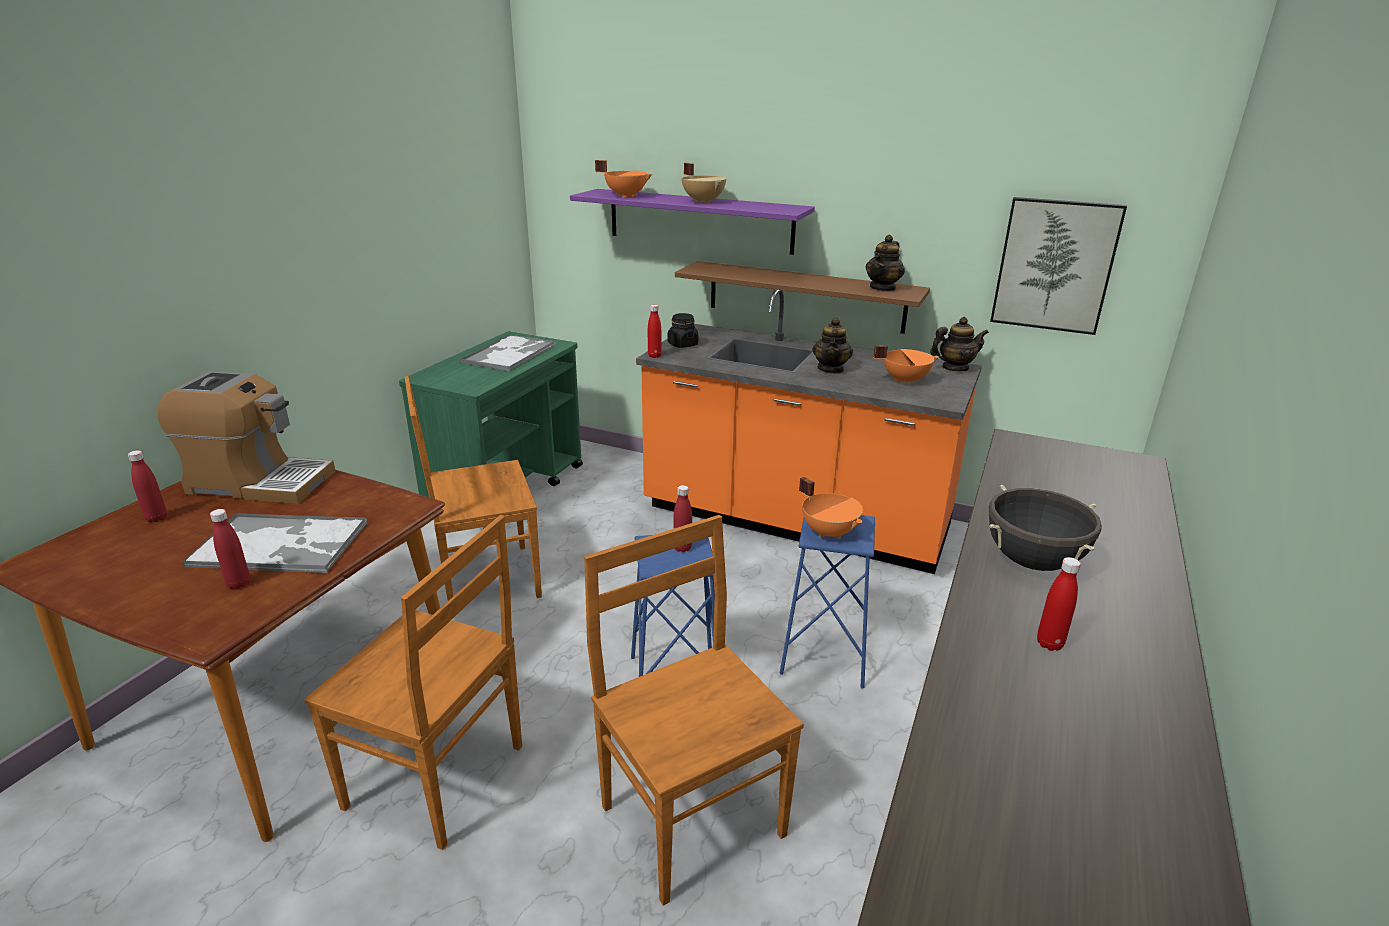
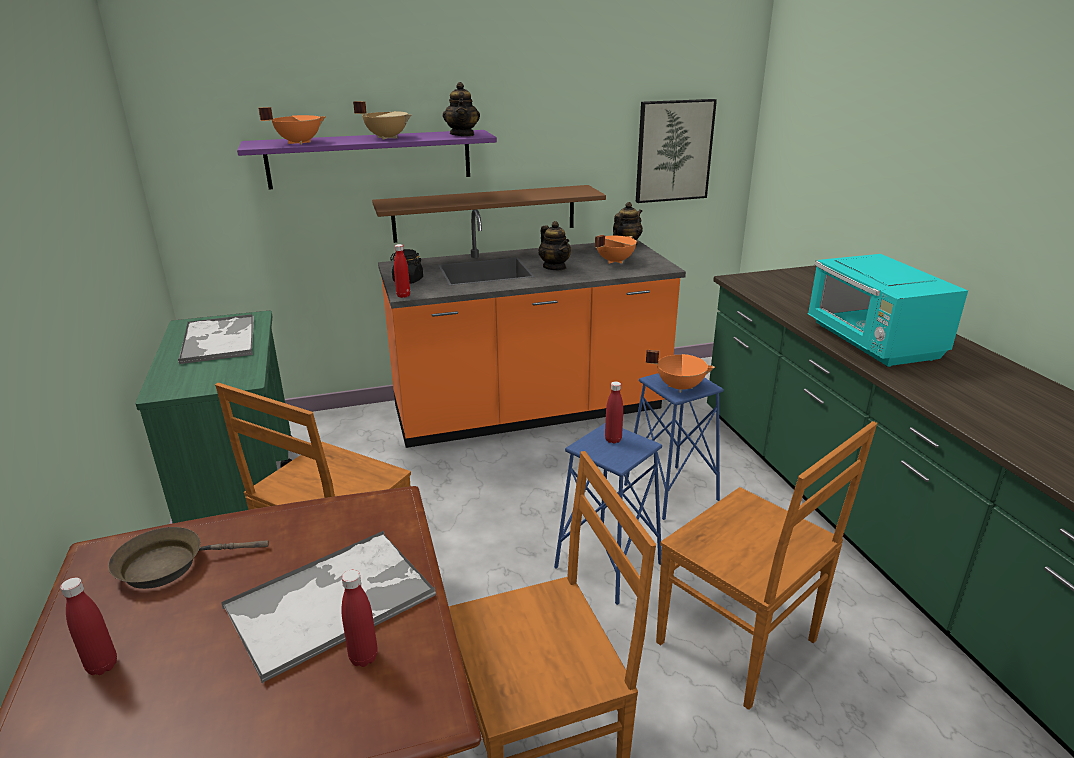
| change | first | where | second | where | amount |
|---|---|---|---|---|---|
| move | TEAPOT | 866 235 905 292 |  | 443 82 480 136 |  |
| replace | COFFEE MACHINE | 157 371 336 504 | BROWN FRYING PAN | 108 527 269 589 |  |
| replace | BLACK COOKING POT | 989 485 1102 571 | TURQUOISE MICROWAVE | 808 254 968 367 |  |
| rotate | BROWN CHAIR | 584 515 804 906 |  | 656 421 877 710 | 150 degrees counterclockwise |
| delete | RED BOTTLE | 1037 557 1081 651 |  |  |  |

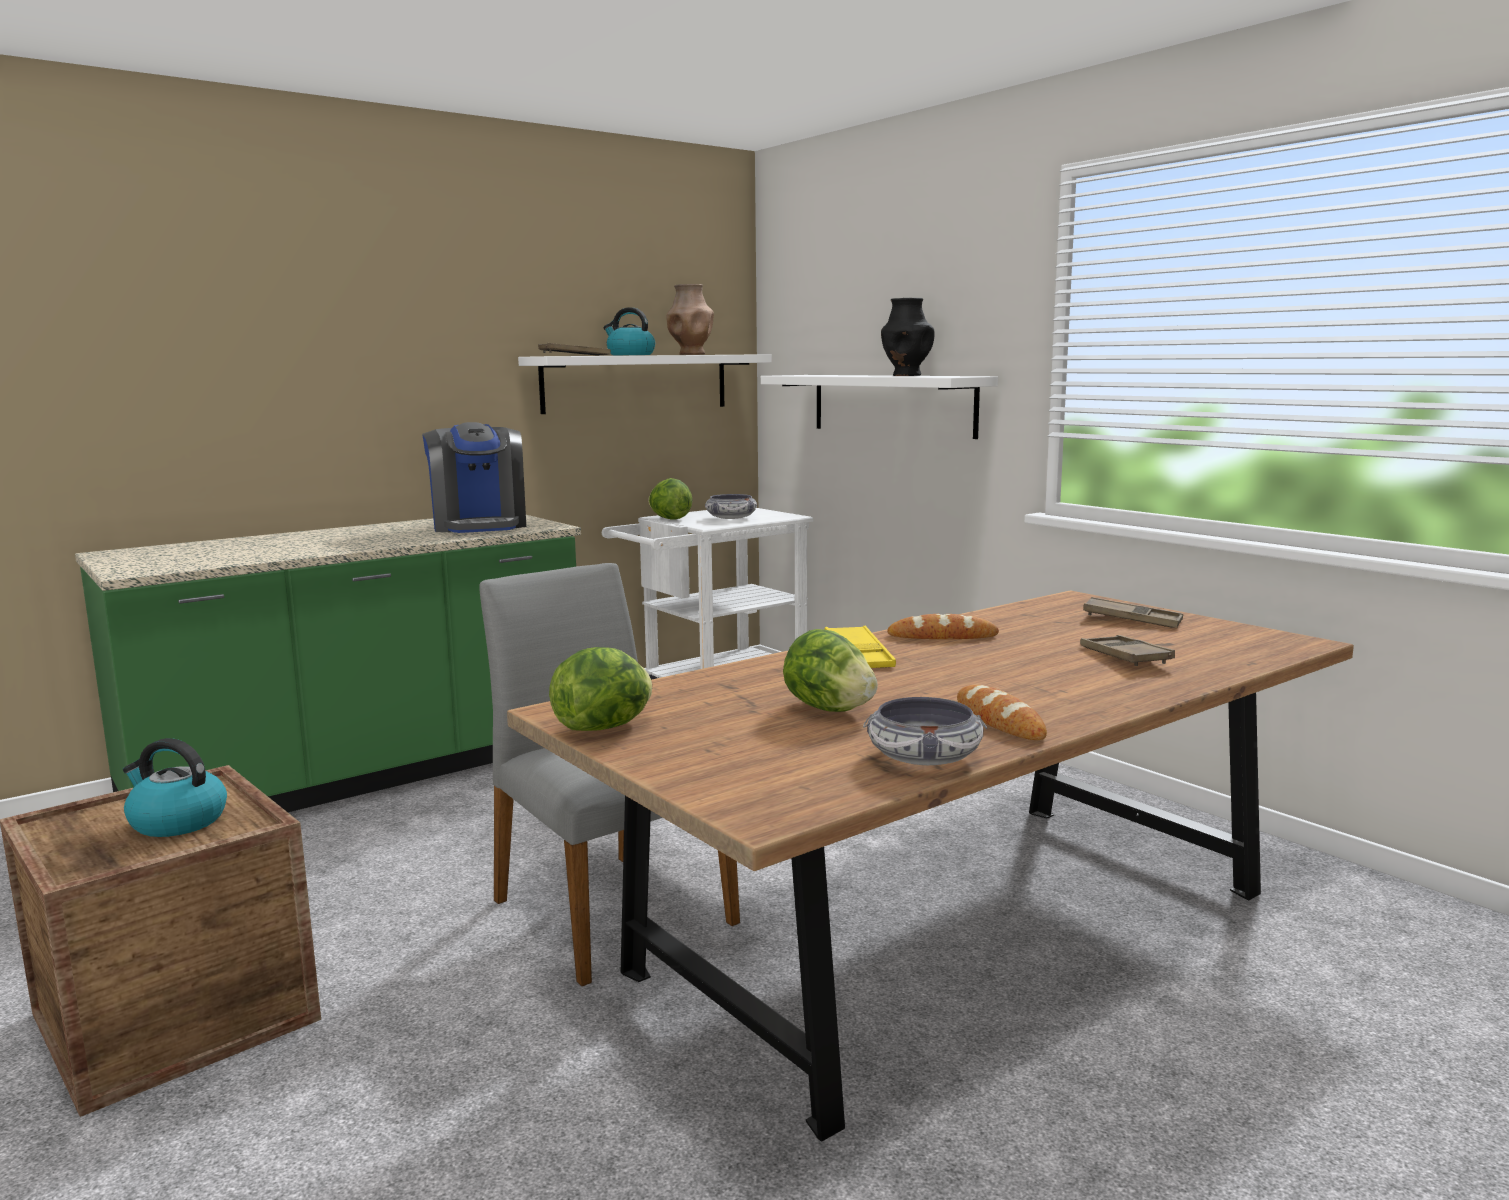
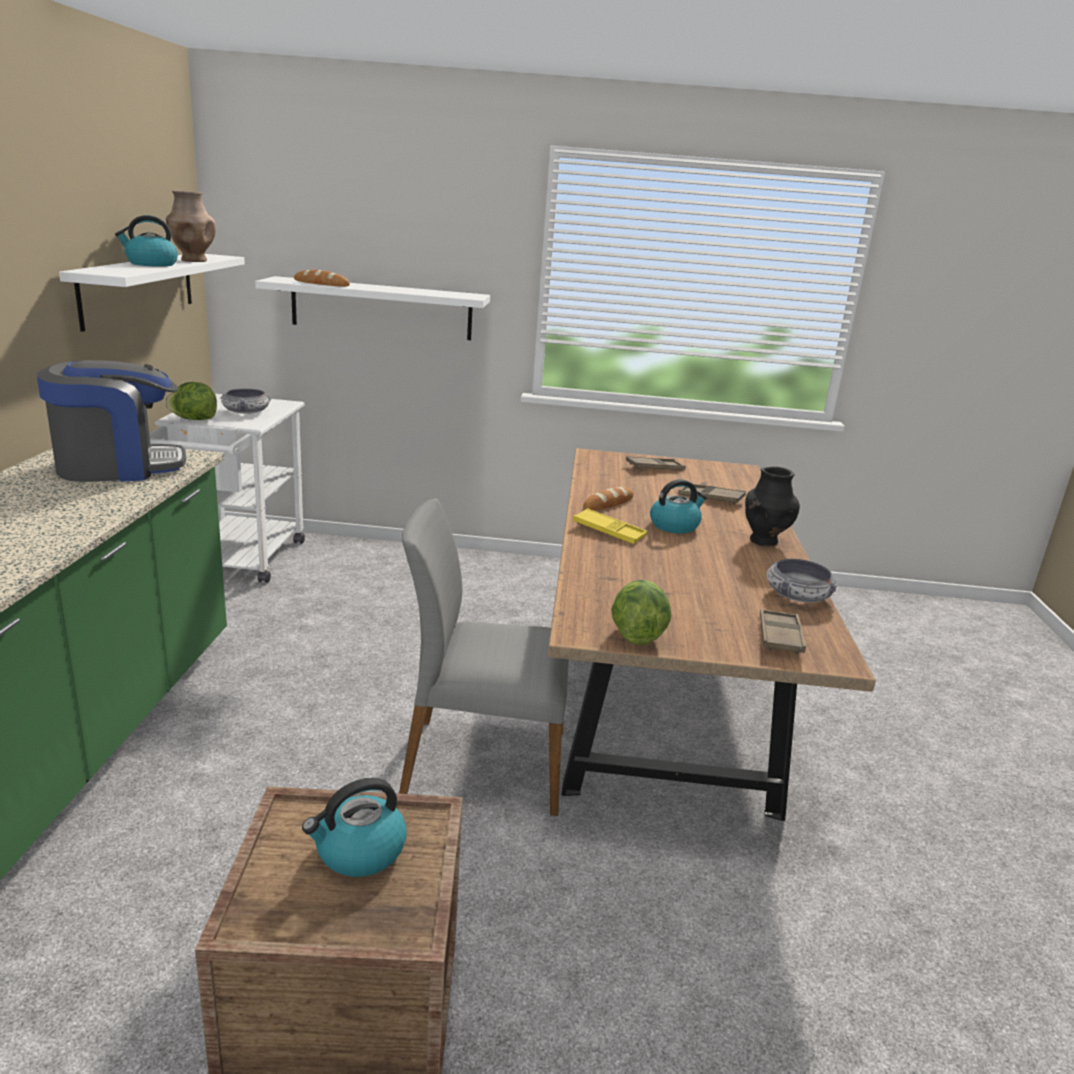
| change | first | where | second | where | amount |
|---|---|---|---|---|---|
| move | BLACK VASE | 881 298 934 376 |  | 745 466 800 546 |  |
| move | BROWN TRAY | 538 343 611 356 |  | 760 609 806 655 |  |
| rotate | COFFEE MACHINE | 422 422 526 533 |  | 37 360 186 482 | 45 degrees counterclockwise |
| delete | LETTUCE | 783 629 878 712 |  |  |  |
| move | BREAD | 957 685 1047 740 |  | 294 270 350 287 |  |
| insert |  |  | KETTLE | 650 479 707 534 |  |

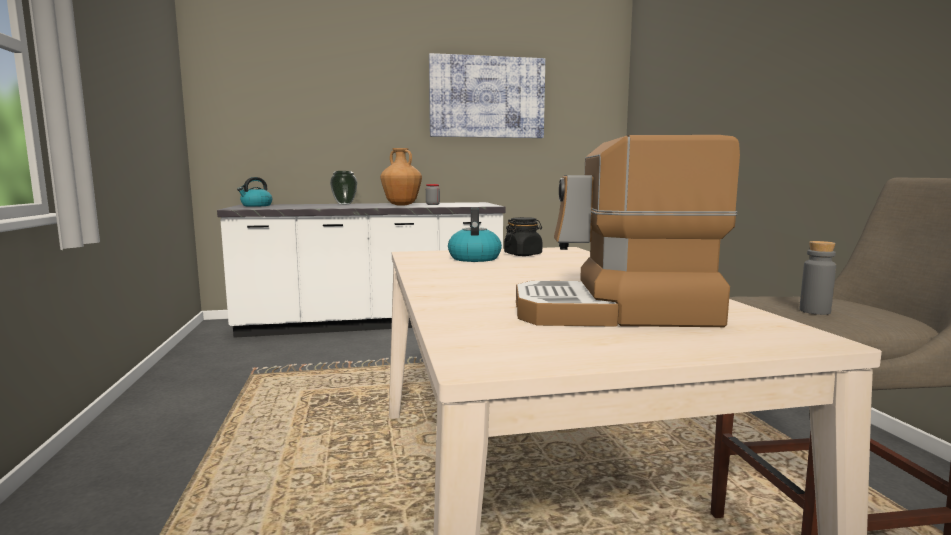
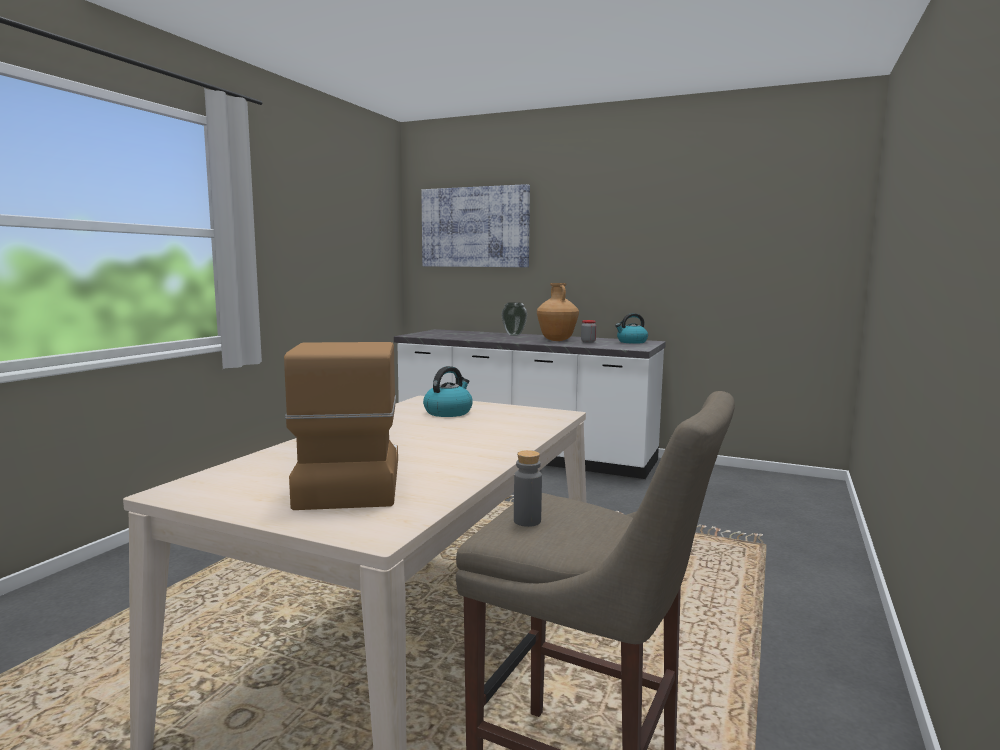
| change | first | where | second | where | amount |
|---|---|---|---|---|---|
| move | PICTURE | 429 53 545 138 |  | 421 184 530 267 |  |
| rotate | COFFEE MACHINE | 516 135 740 327 |  | 284 342 398 510 | 45 degrees clockwise |
| move | KETTLE | 237 177 272 207 |  | 615 313 648 344 |  |
| delete | BLACK JAR | 504 217 542 256 |  |  |  |

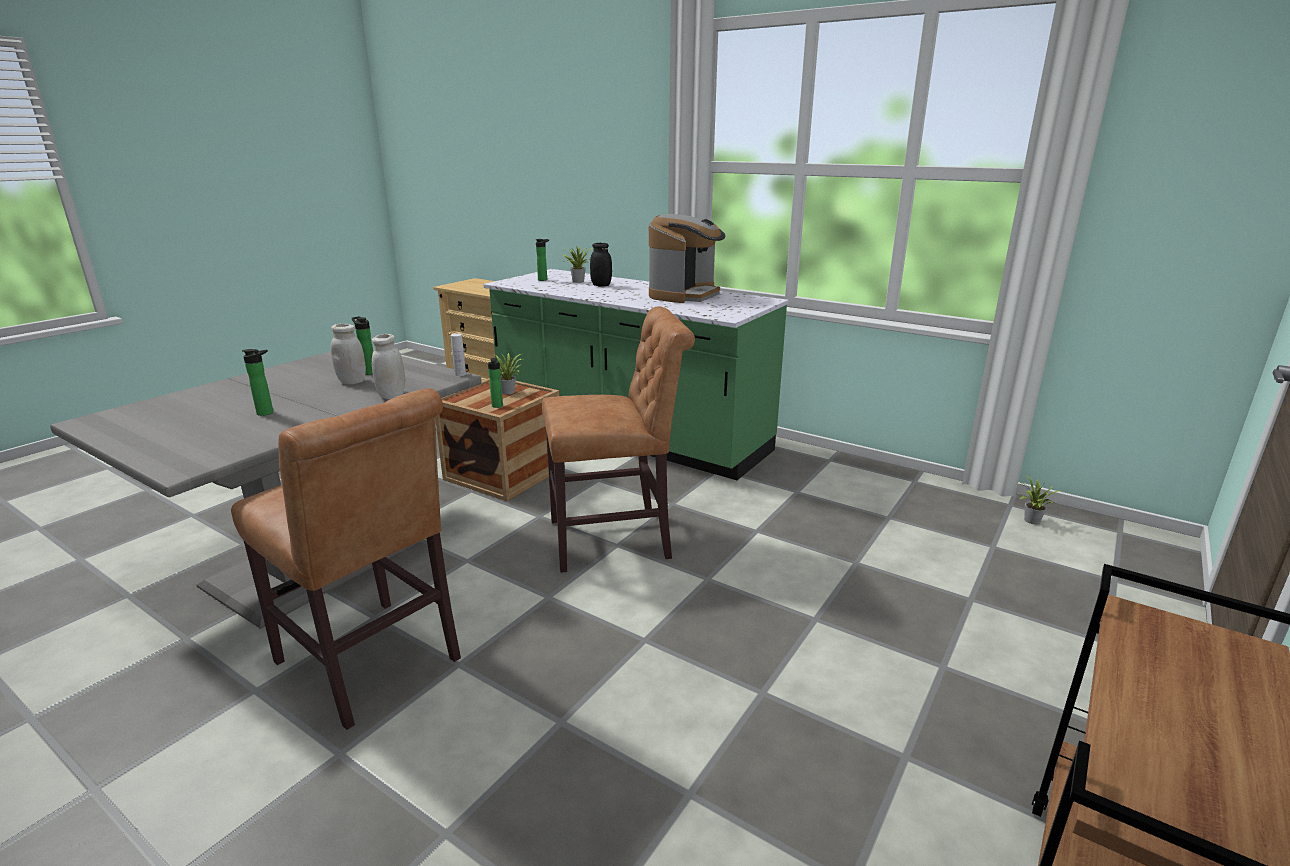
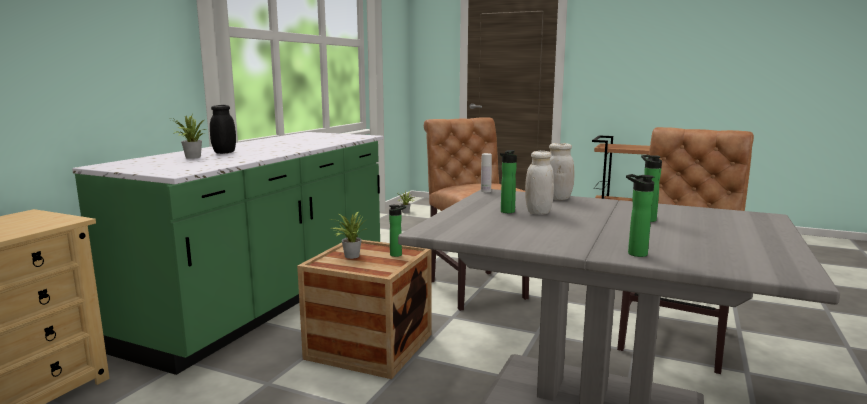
| change | first | where | second | where | amount |
|---|---|---|---|---|---|
| delete | COFFEE MACHINE | 649 214 725 303 |  |  |  |
| move | BOTTLE | 536 239 549 281 |  | 626 174 655 257 |  |

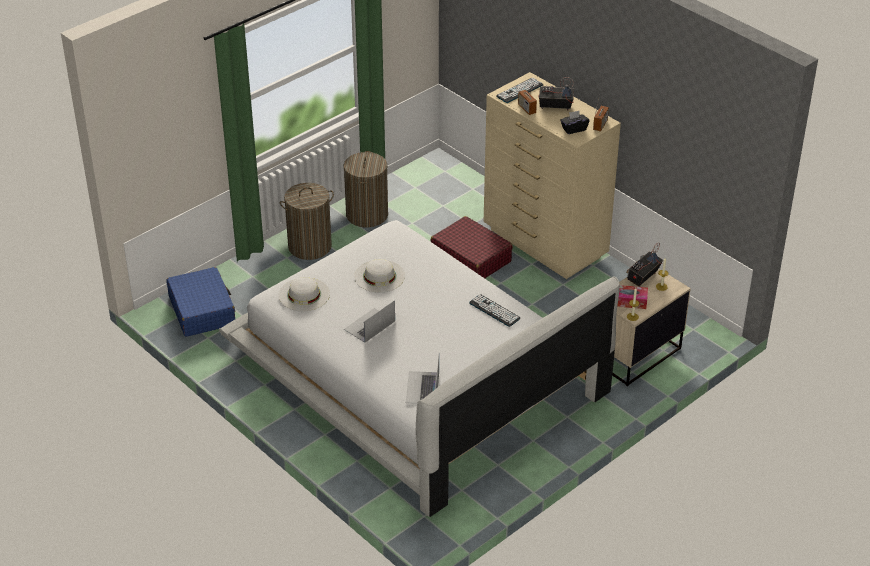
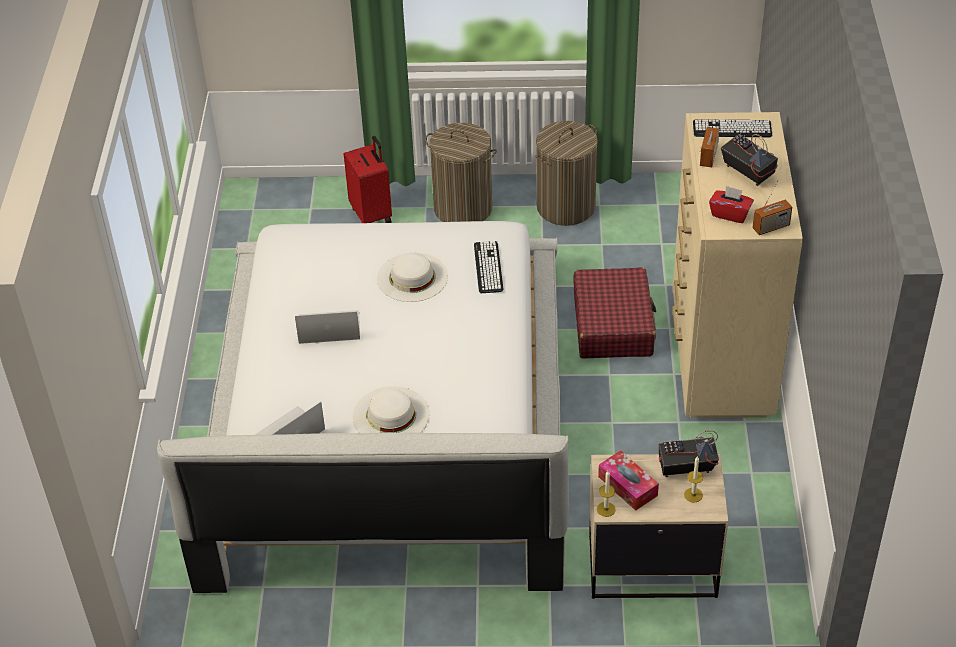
| change | first | where | second | where | amount |
|---|---|---|---|---|---|
| recolor | BLACK TISSUE BOX | 560 111 590 134 | RED TISSUE BOX | 709 186 754 223 |  |
| delete | BLUE SUITCASE | 166 267 235 337 |  |  |  |
| move | WHITE HAT | 278 277 330 311 |  | 353 386 430 433 |  |
| move | KEYBOARD | 469 294 520 327 |  | 474 241 503 293 |  |
| insert |  |  | RED SUITCASE | 344 136 392 223 |  |

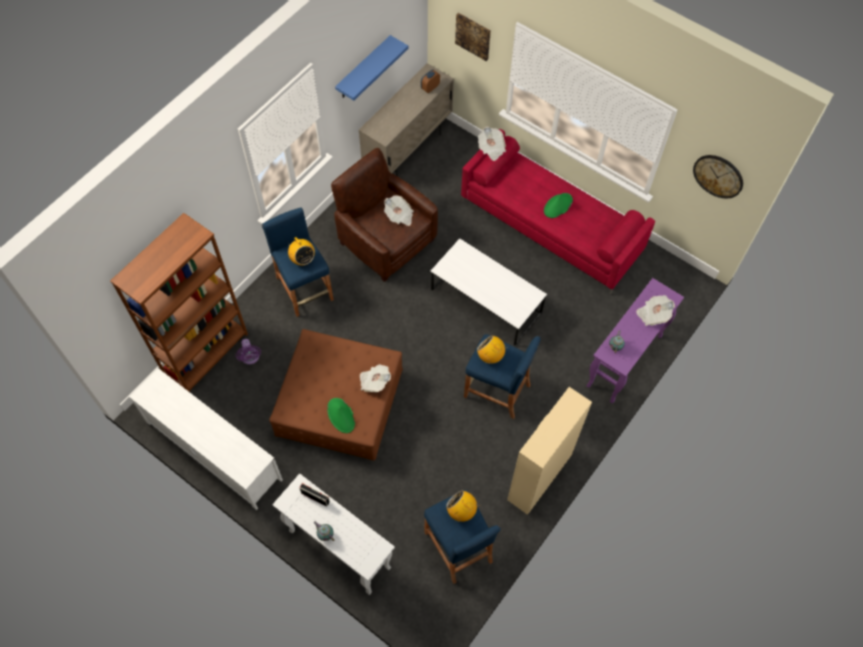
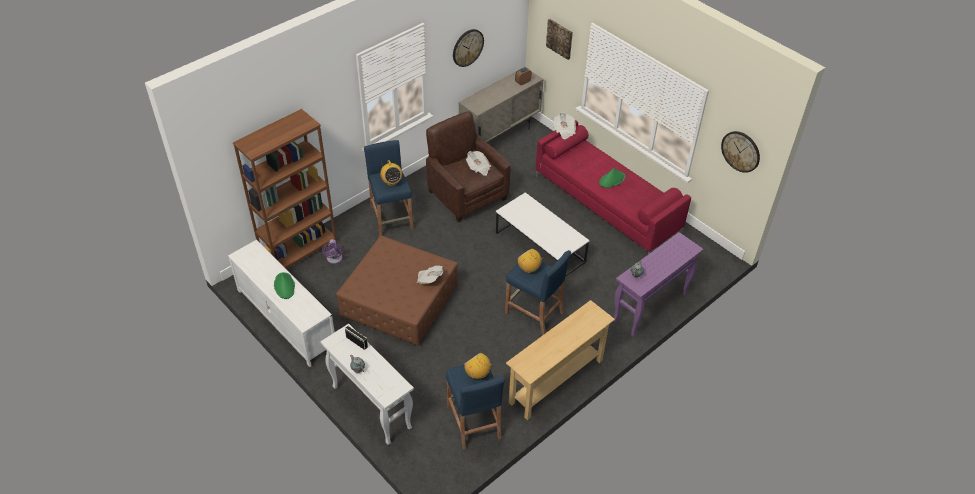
| change | first | where | second | where | amount |
|---|---|---|---|---|---|
| replace | BLUE SHELF | 335 35 409 100 | WALL CLOCK | 453 29 484 67 |  |
| delete | NEWSPAPER | 636 295 675 326 |  |  |  |
| replace | BEIGE CABINET | 507 387 592 515 | BEIGE CONSOLE TABLE | 506 300 615 420 |  |
| move | GREEN HAT | 327 398 355 433 |  | 274 272 295 299 |  |

